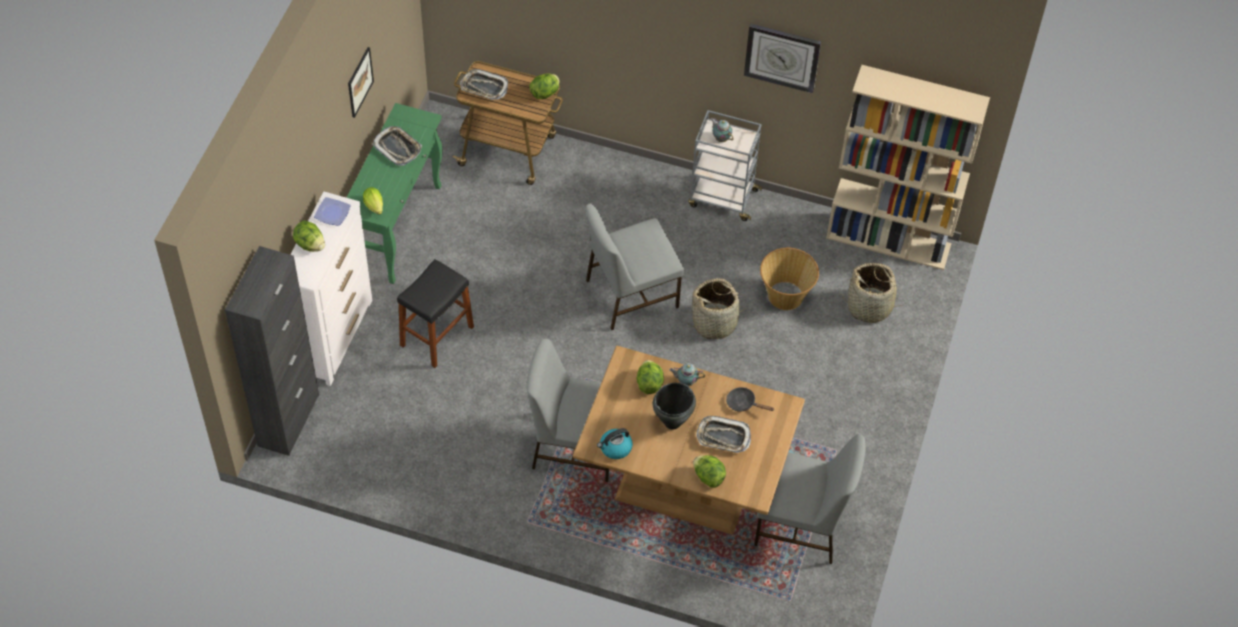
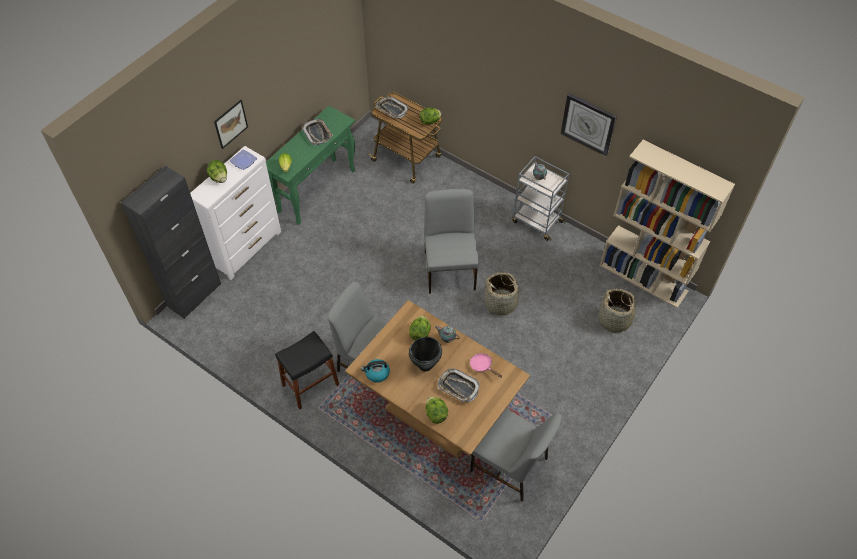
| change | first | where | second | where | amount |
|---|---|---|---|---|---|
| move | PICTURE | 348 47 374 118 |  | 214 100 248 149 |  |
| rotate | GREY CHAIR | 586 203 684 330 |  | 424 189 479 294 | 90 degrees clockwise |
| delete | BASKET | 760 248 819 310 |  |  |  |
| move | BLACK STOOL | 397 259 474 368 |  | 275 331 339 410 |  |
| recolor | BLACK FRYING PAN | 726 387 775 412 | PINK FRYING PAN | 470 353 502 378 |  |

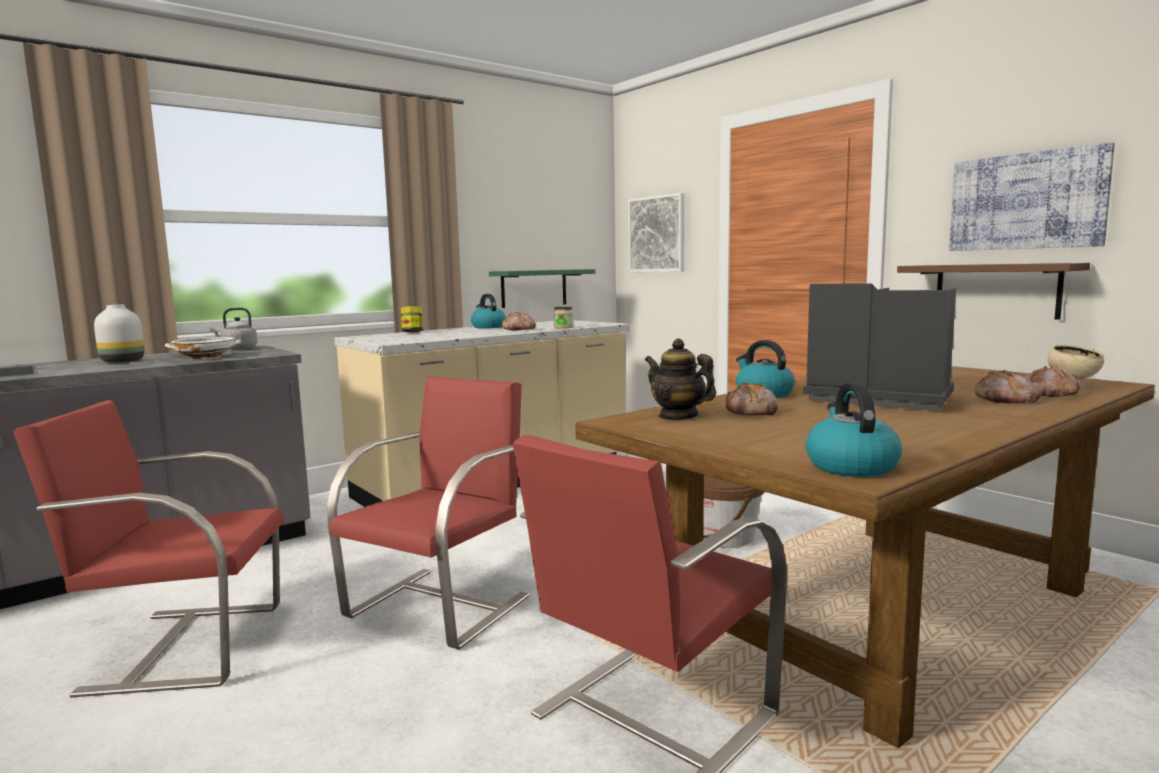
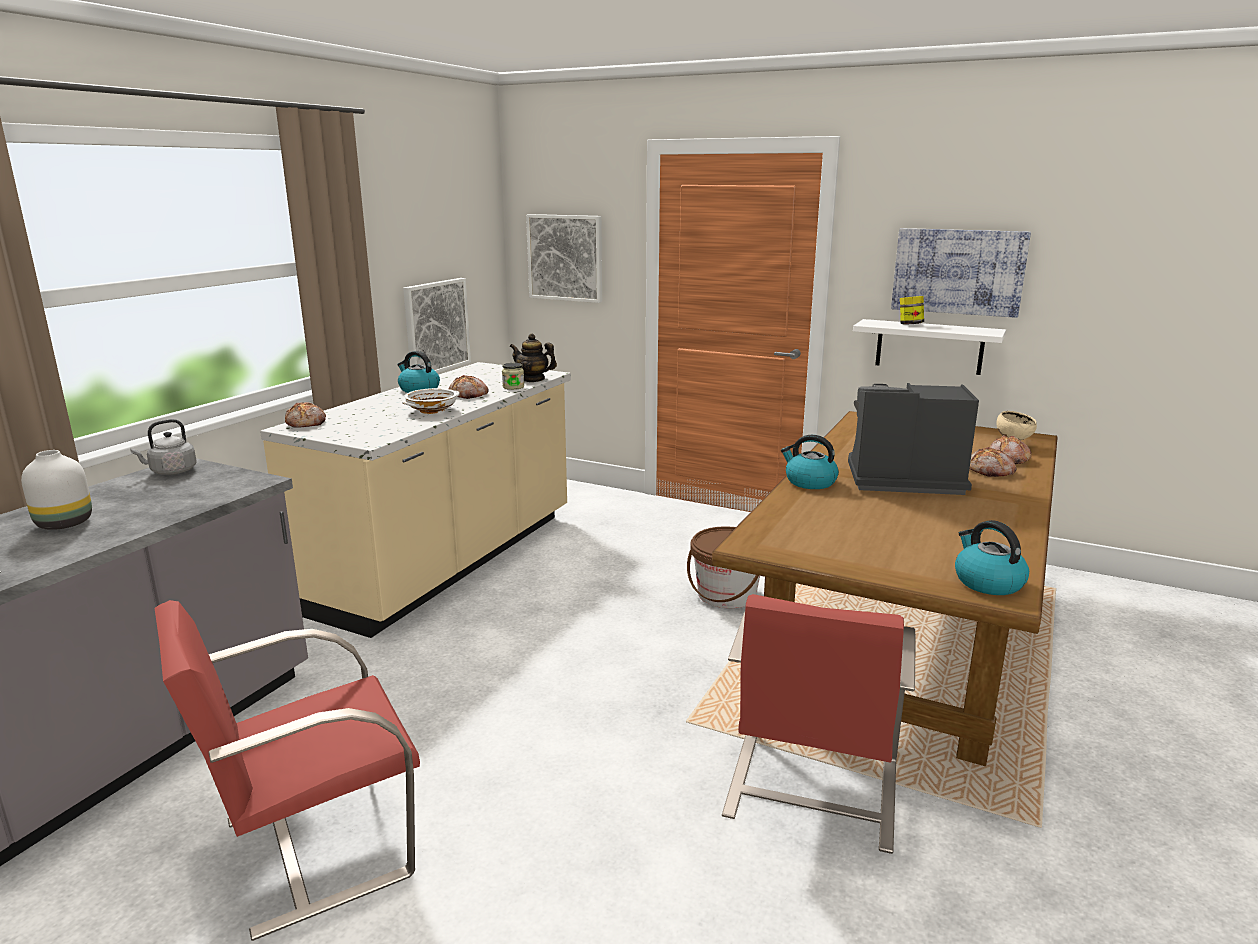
| change | first | where | second | where | amount |
|---|---|---|---|---|---|
| recolor | BROWN SHELF | 897 263 1090 320 | WHITE SHELF | 853 319 1006 375 |  |
| replace | GREEN SHELF | 489 269 595 308 | PICTURE | 403 278 471 373 |  |
| move | JAR | 401 306 423 332 |  | 900 296 924 325 |  |
| move | WHITE BOWL | 165 337 241 359 |  | 402 388 459 414 |  |
| move | TEAPOT | 645 338 716 420 |  | 510 333 557 382 |  |
| delete | RED CHAIR | 327 376 530 650 |  |  |  |
| move | BREAD | 725 382 778 415 |  | 285 402 326 428 |  |

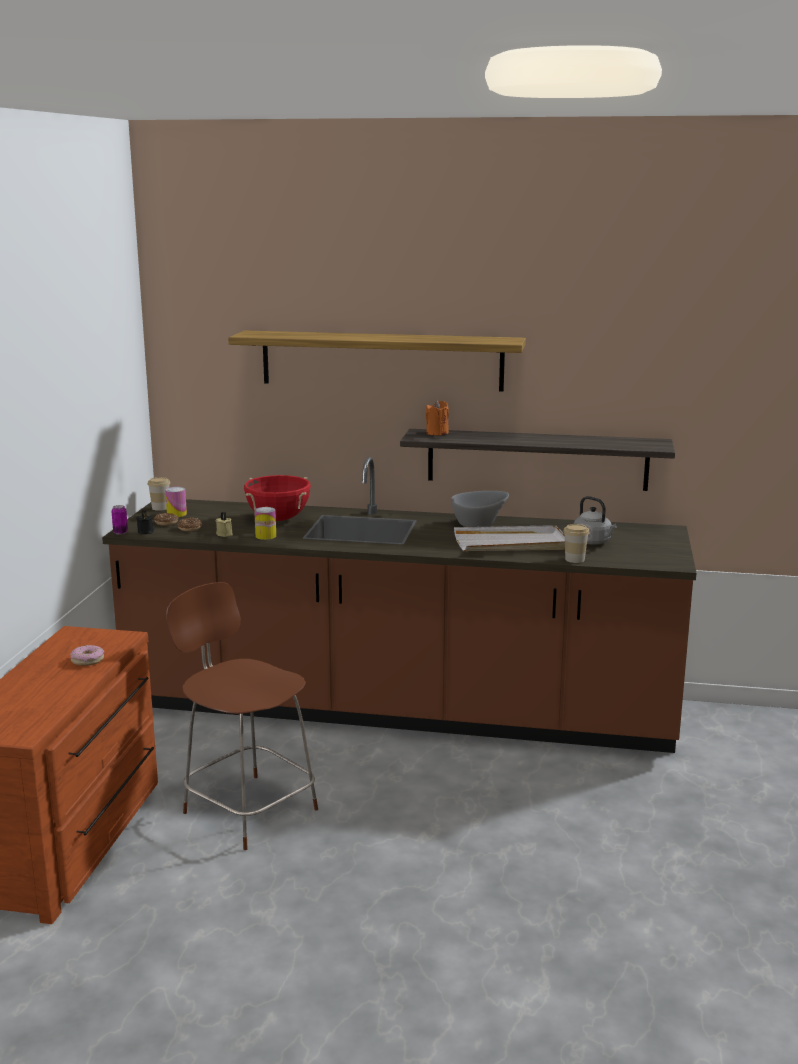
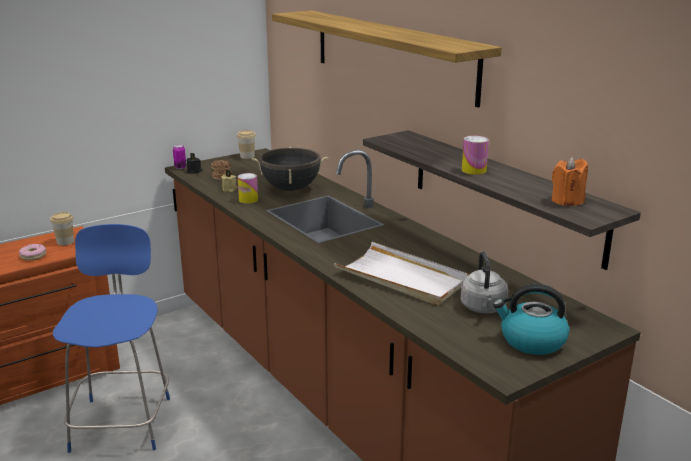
| change | first | where | second | where | amount |
|---|---|---|---|---|---|
| move | ORANGE CANDLE | 425 400 449 435 |  | 552 157 588 206 |  |
| recolor | RED COOKING POT | 244 475 311 521 | BLACK COOKING POT | 252 147 328 191 |  |
| move | CAN | 165 487 187 517 |  | 462 136 489 175 |  |
| delete | GREY BOWL | 451 491 509 527 |  |  |  |
| move | CUP | 563 524 589 563 |  | 50 212 74 245 |  |
| recolor | BROWN CHAIR | 166 582 318 850 | BLUE CHAIR | 53 224 170 453 |  |
| insert |  |  | KETTLE | 493 284 569 355 |  |

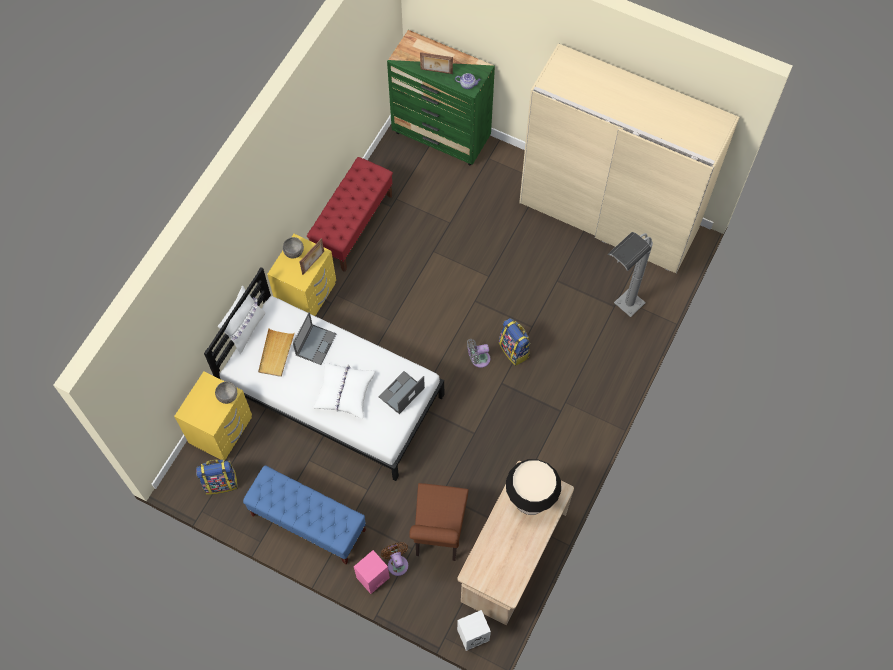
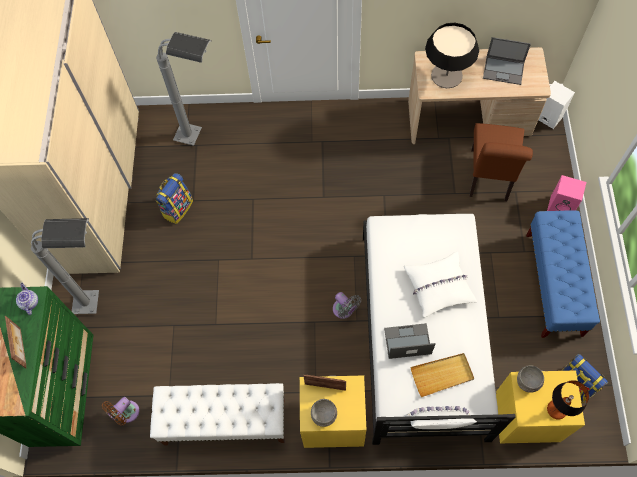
| change | first | where | second | where | amount |
|---|---|---|---|---|---|
| recolor | RED BENCH | 307 157 393 272 | WHITE BENCH | 150 383 285 446 |  |
| move | BACKPACK | 499 318 530 366 |  | 155 173 193 224 |  |
| move | GREY FAN | 467 339 490 368 |  | 333 292 361 319 |  |
| move | LAPTOP | 379 371 425 414 |  | 483 37 531 85 |  |
| rotate | BROWN CHAIR | 409 483 468 561 |  | 469 123 533 201 | 120 degrees clockwise |
| move | BROWN FAN | 381 542 408 576 |  | 102 397 139 426 |  |
| insert |  |  | GREY FLOOR LAMP | 31 218 99 314 |  |
| insert |  |  | TABLE LAMP | 547 380 589 420 |  |

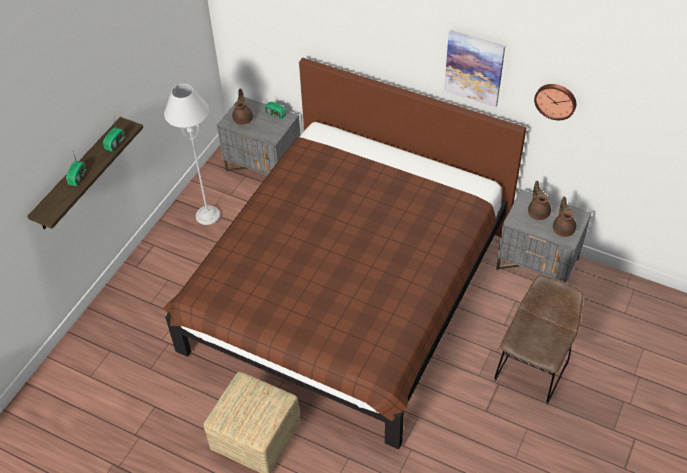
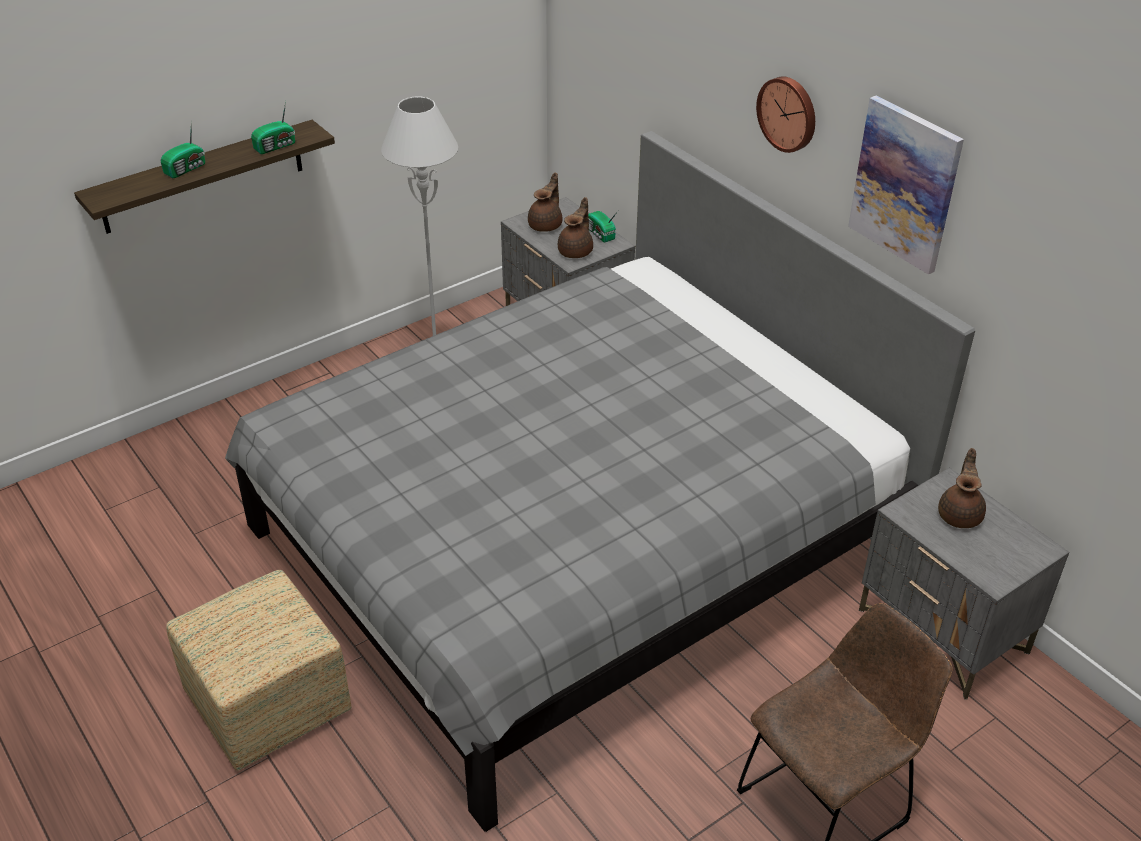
| change | first | where | second | where | amount |
|---|---|---|---|---|---|
| recolor | BROWN BED | 164 58 526 449 | GREY BED | 225 131 975 832 |  |
| move | WALL CLOCK | 534 84 576 120 |  | 756 76 815 153 |  |
| move | BROWN TEAPOT | 553 197 576 237 |  | 558 197 593 258 |  |

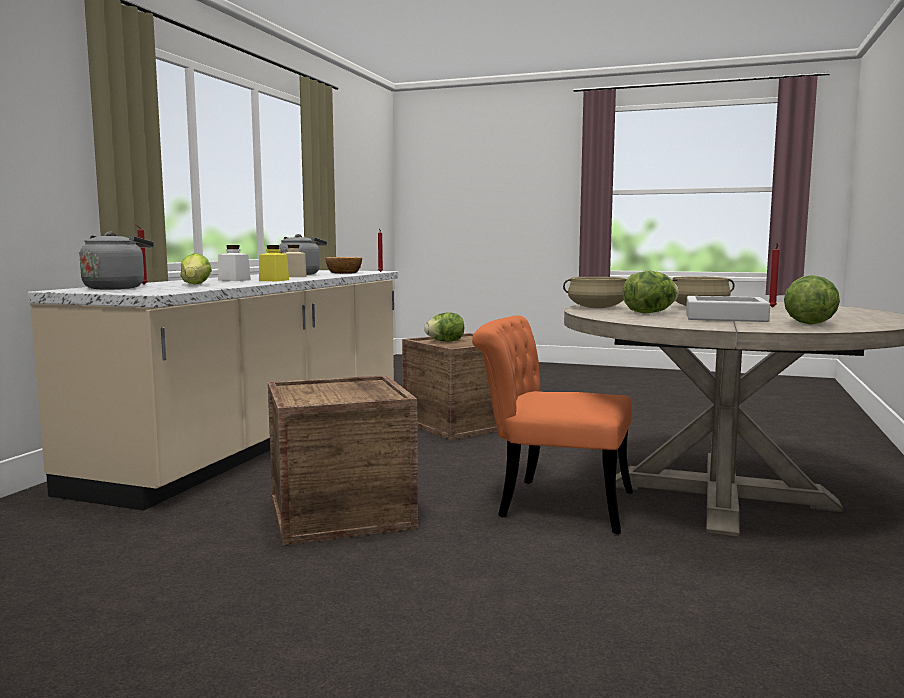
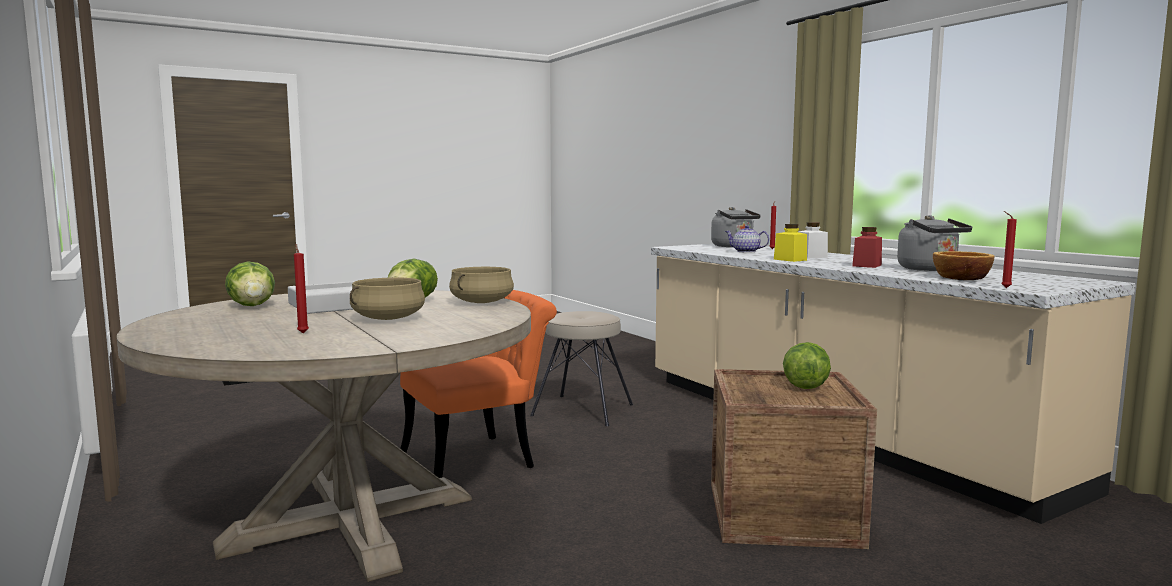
| change | first | where | second | where | amount |
|---|---|---|---|---|---|
| recolor | BEIGE JAR | 282 245 307 277 | RED JAR | 852 227 882 268 |  |
| replace | LETTUCE | 180 253 212 285 | TEAPOT | 725 225 769 253 |  |
| replace | CRATE | 268 375 418 545 | BEIGE STOOL | 530 311 633 426 |  |

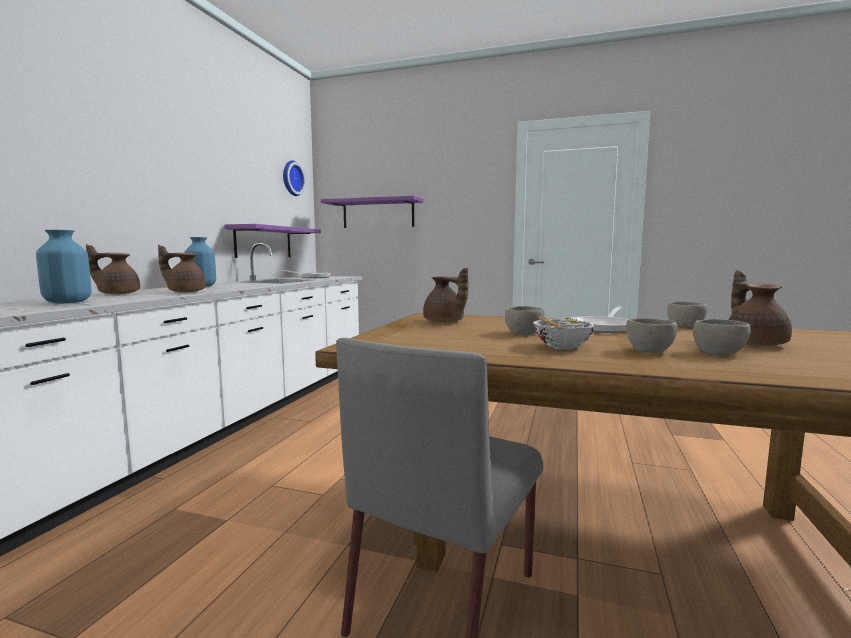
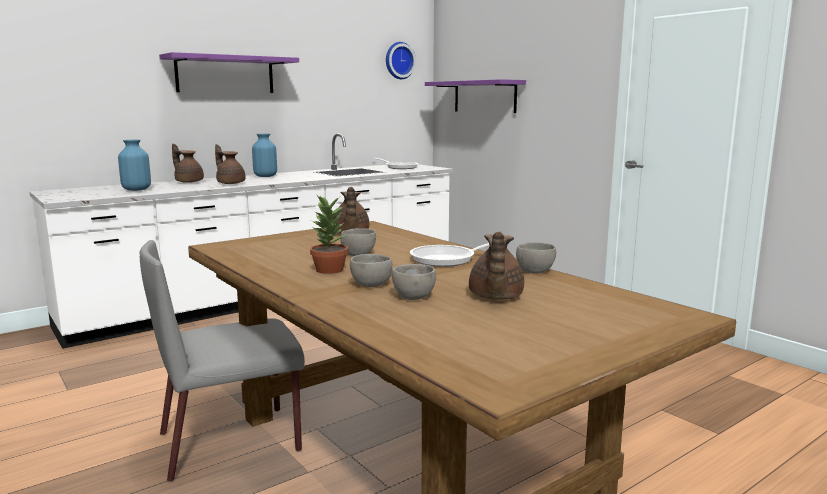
| change | first | where | second | where | amount |
|---|---|---|---|---|---|
| move | PURPLE SHELF | 224 224 321 258 |  | 159 52 299 93 |  |
| rotate | BROWN TEAPOT | 729 270 792 346 |  | 469 232 524 300 | 150 degrees clockwise |
| replace | BOWL | 533 317 595 349 | POTTED PLANT | 310 194 348 274 |  |

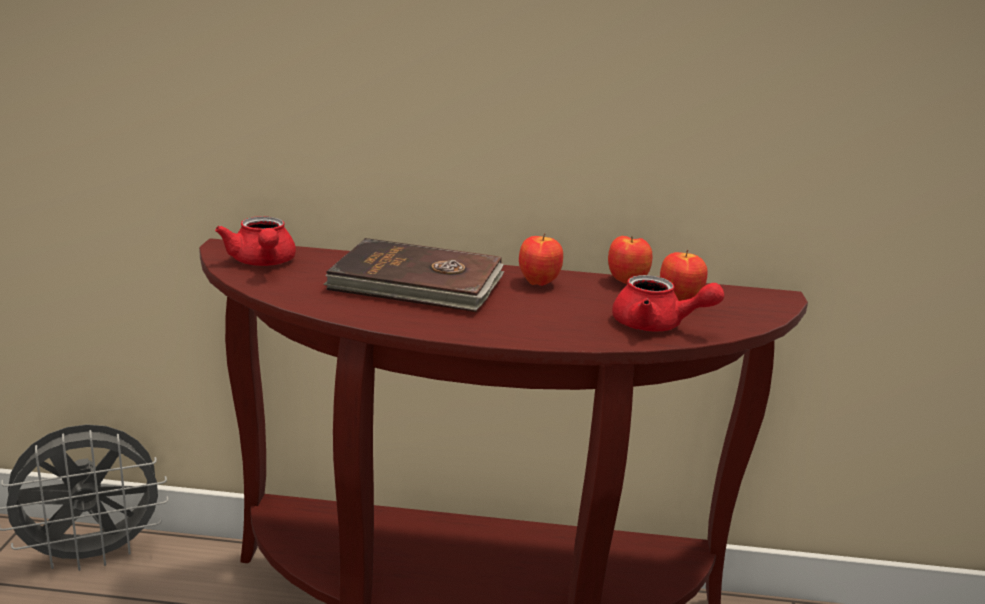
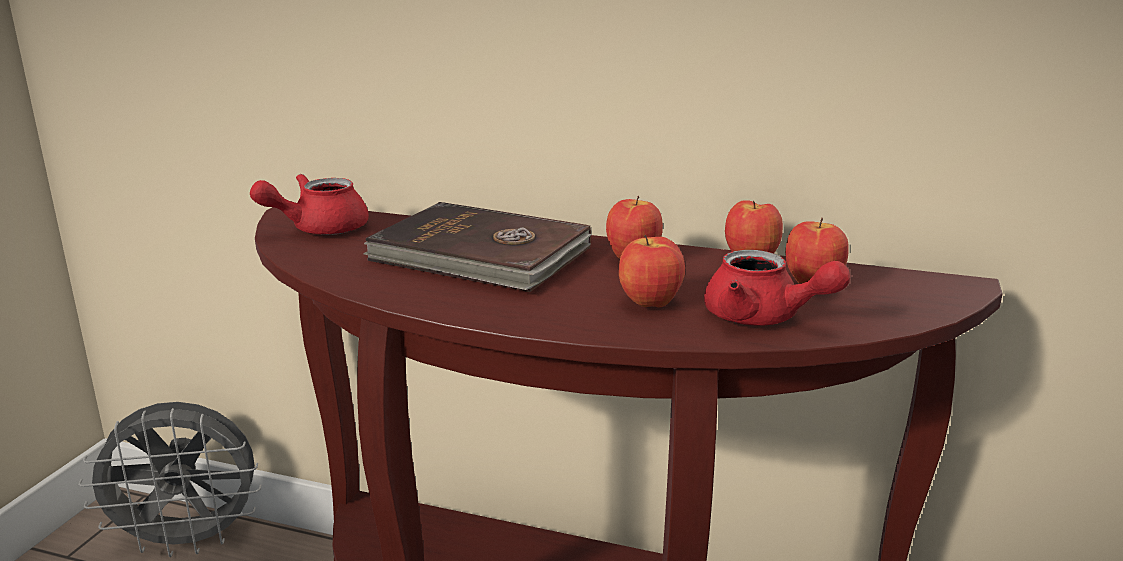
| change | first | where | second | where | amount |
|---|---|---|---|---|---|
| rotate | RED TEAPOT | 215 216 296 266 |  | 250 174 369 235 | 60 degrees clockwise |
| insert |  |  | APPLE | 619 235 685 307 |  |

